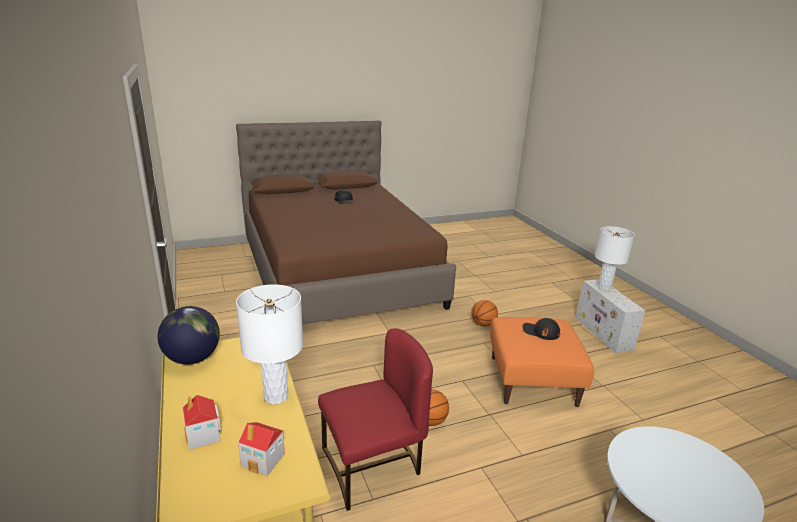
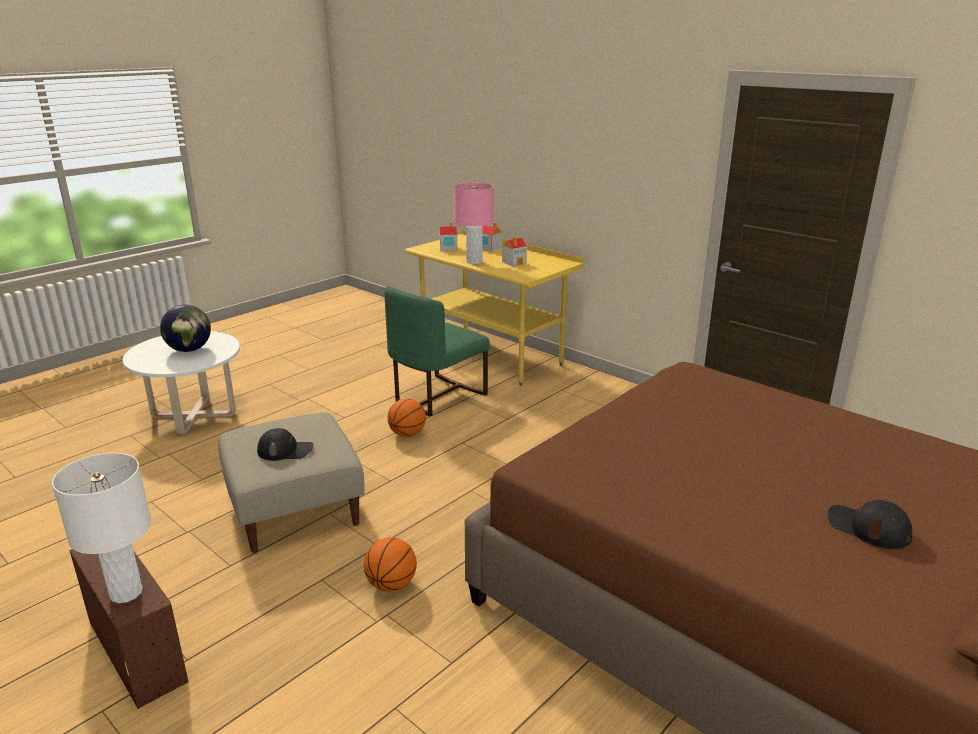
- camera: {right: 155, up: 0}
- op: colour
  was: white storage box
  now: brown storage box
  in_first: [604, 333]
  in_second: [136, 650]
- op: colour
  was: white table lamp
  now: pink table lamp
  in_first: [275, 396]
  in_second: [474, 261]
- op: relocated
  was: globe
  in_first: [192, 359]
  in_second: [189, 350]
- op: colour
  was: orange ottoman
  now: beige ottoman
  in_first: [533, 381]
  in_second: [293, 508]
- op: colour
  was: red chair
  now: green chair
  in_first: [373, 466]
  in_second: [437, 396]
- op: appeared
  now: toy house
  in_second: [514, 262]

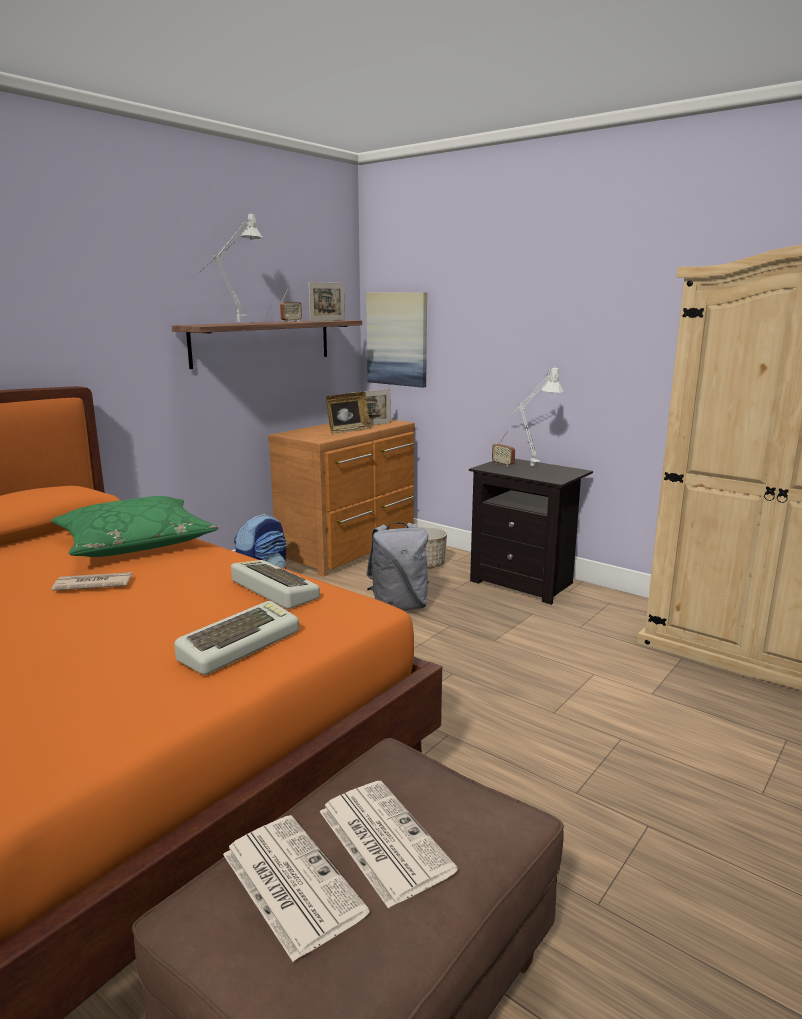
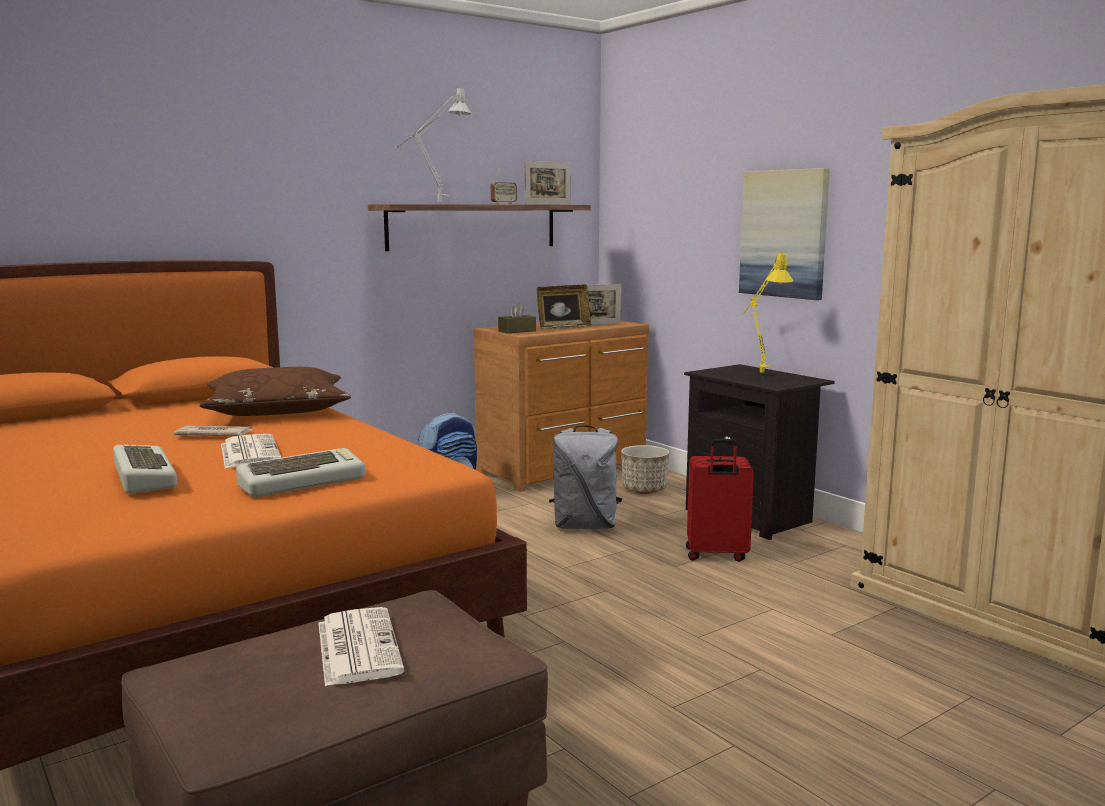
- camera: {right: 15, up: -5}
- op: relocated
  was: picture
  in_first: [397, 339]
  in_second: [784, 233]
- op: colour
  was: white table lamp
  now: yellow table lamp
  in_first: [528, 466]
  in_second: [759, 373]
- op: missing
  was: radio
  in_first: [503, 464]
- op: colour
  was: green pillow
  now: brown pillow
  in_first: [135, 543]
  in_second: [277, 410]
- op: relocated
  was: keyboard
  in_first: [271, 590]
  in_second: [141, 477]
- op: relocated
  was: newspaper
  in_first: [290, 882]
  in_second: [249, 452]
- op: appeared
  now: brown tissue box
  in_second: [517, 331]
- op: appeared
  now: red suitcase
  in_second: [716, 555]

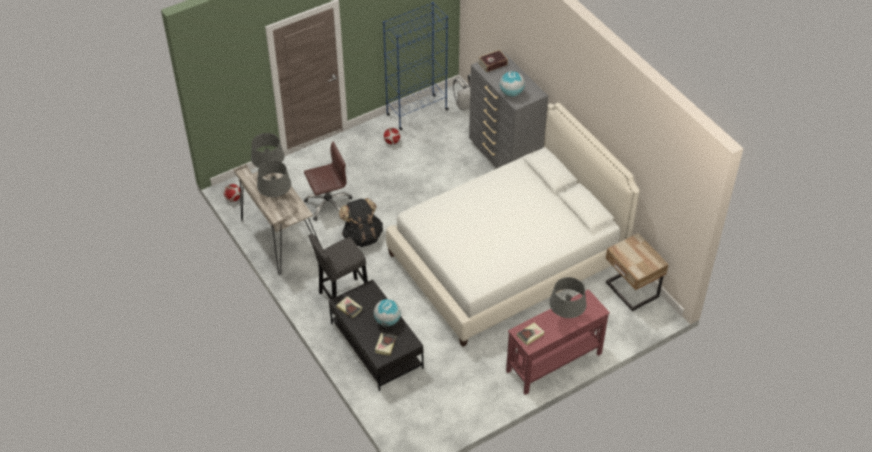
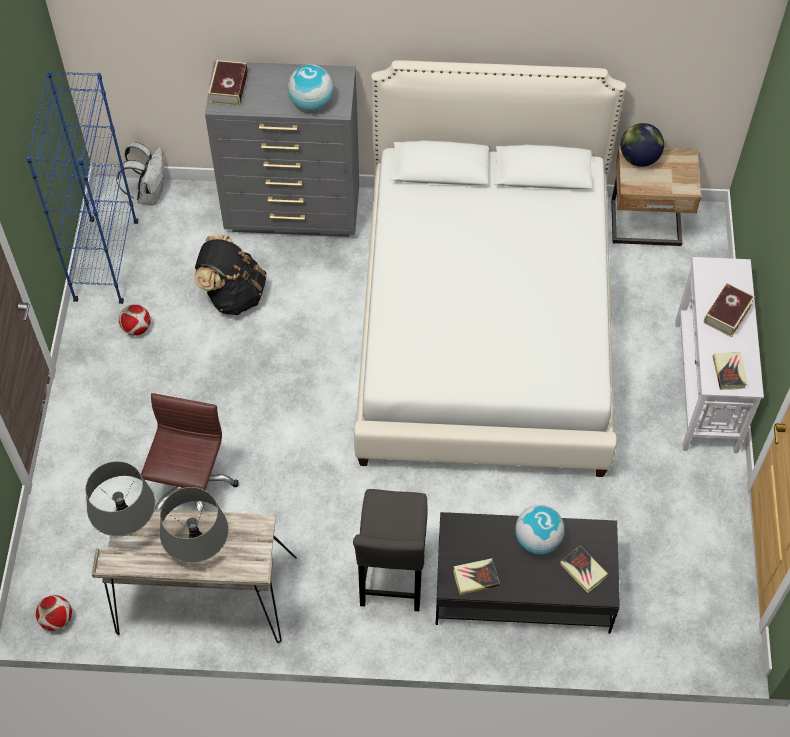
- camera: {right: -55, up: 10}
- op: relocated
  was: black backpack
  in_first: [362, 236]
  in_second: [233, 294]
- op: exchanged
  was: grey table lamp
  now: book
  in_first: [566, 318]
  in_second: [727, 313]
- op: colour
  was: red console table
  now: white console table
  in_first: [553, 362]
  in_second: [705, 385]
- op: appeared
  now: globe
  in_second: [639, 158]

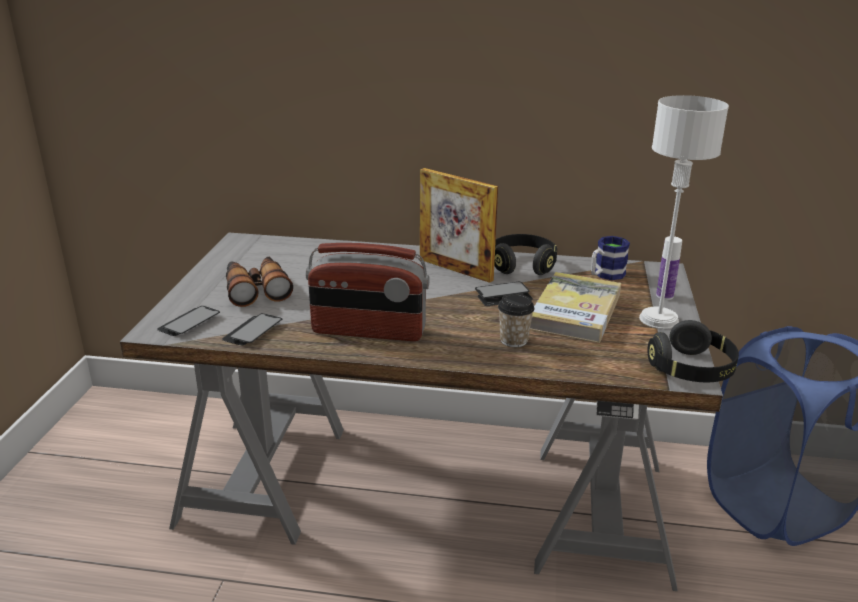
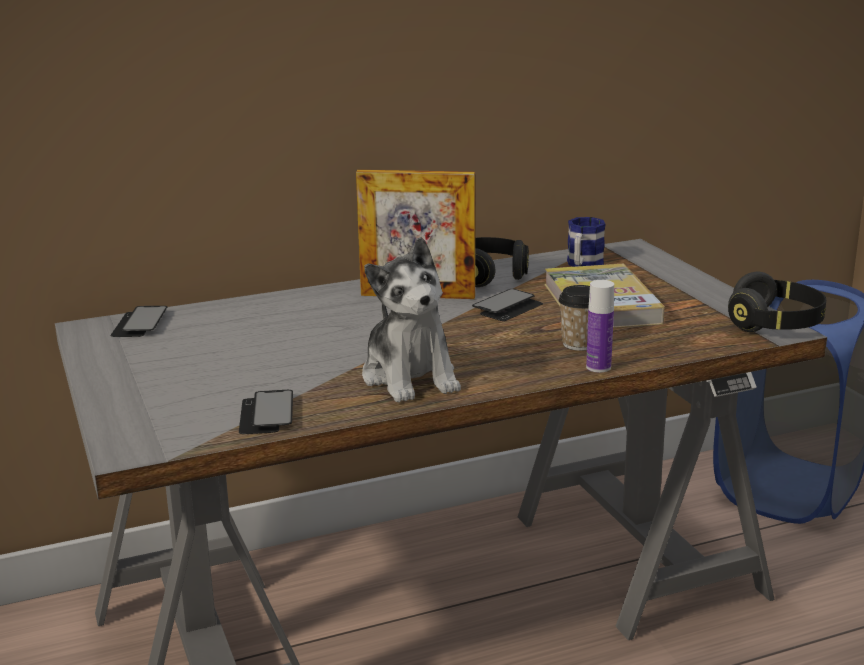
- camera: {right: -30, up: -5}
- op: missing
  was: grey table lamp
  in_first: [658, 319]
- op: relocated
  was: bottle
  in_first: [664, 296]
  in_second: [598, 367]
- op: exchanged
  was: radio
  now: plush toy
  in_first: [368, 331]
  in_second: [410, 377]
- op: missing
  was: binoculars
  in_first: [256, 289]
- op: relocated
  was: phone
  in_first: [189, 323]
  in_second: [139, 324]

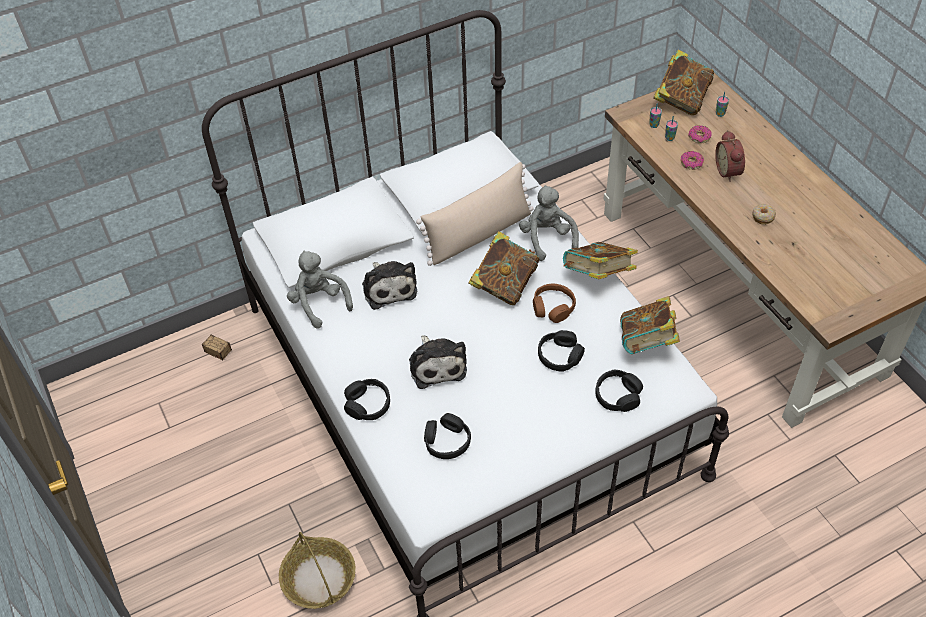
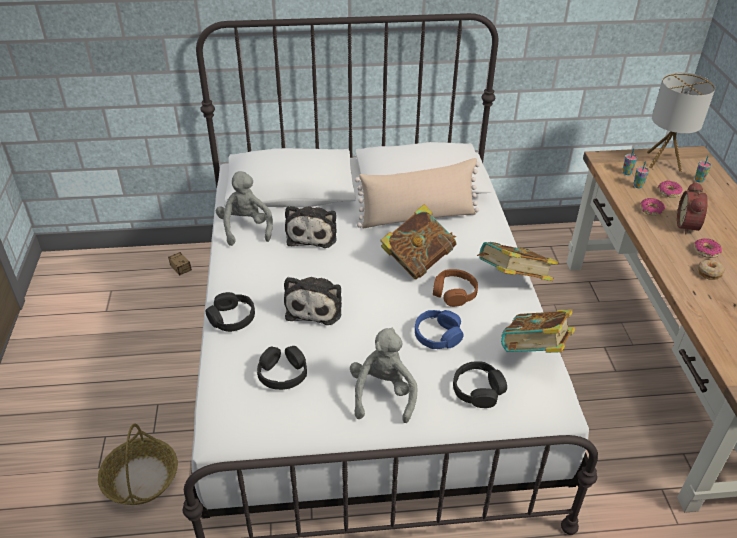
- camera: {right: 20, up: -10}
- op: exchanged
  was: book
  now: table lamp
  in_first: [681, 100]
  in_second: [663, 161]
- op: relocated
  was: grey plush toy
  in_first: [547, 239]
  in_second: [383, 394]
- op: colour
  was: black headphones
  now: blue headphones
  in_first: [560, 356]
  in_second: [437, 335]
- op: appeared
  now: donut
  in_second: [706, 251]

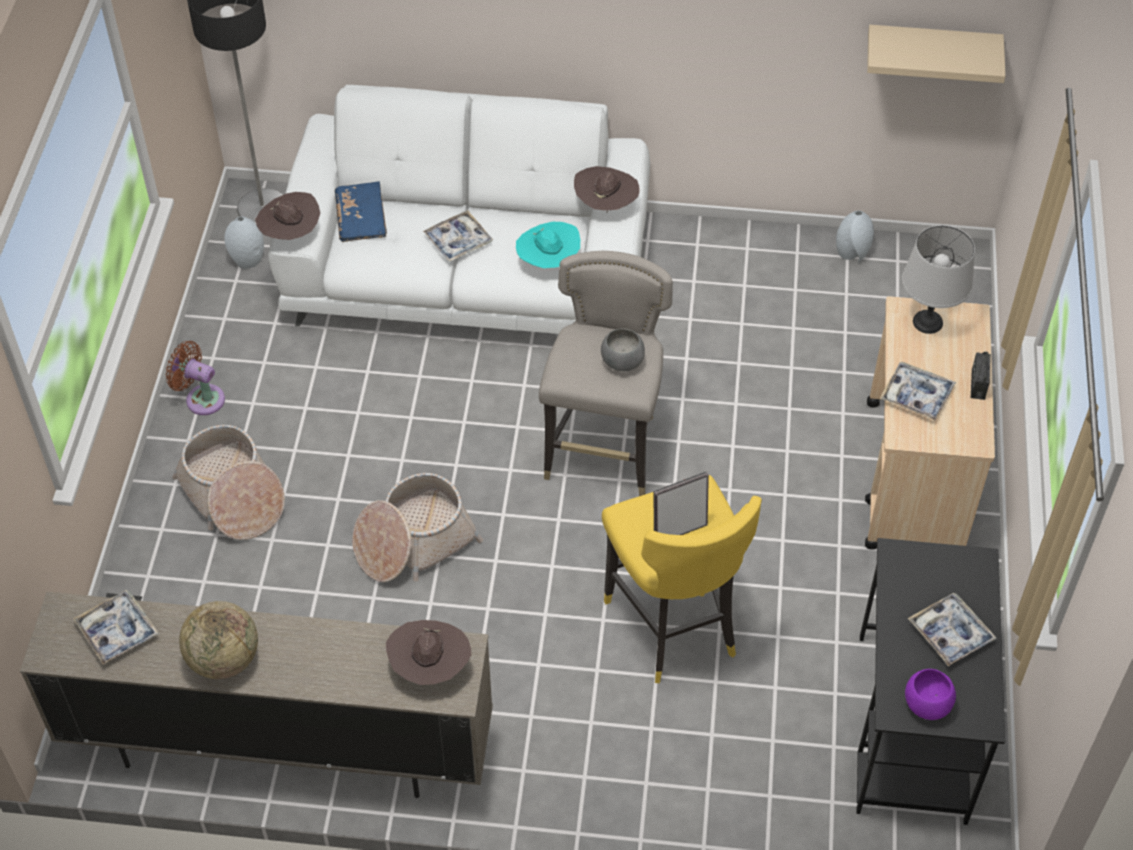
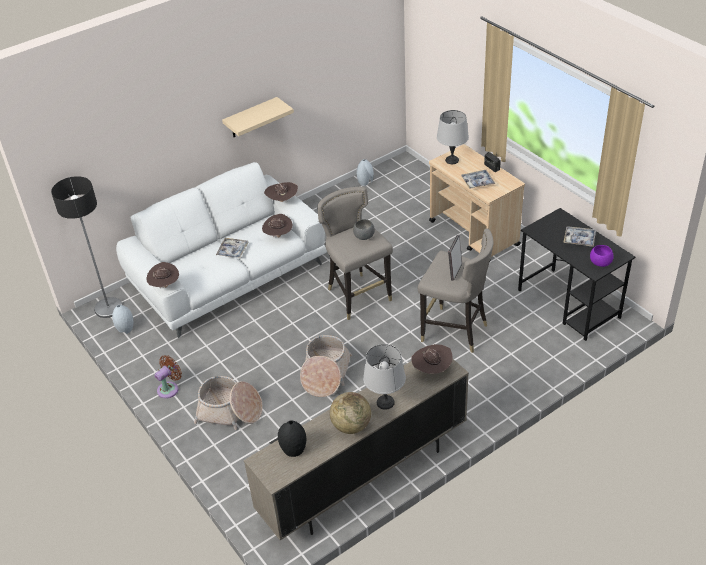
- camera: {right: -40, up: -10}
- op: relocated
  was: beige shelf
  in_first: [932, 48]
  in_second: [251, 118]
- op: missing
  was: blue book
  in_first: [361, 220]
- op: colour
  was: turquoise hat
  now: brown hat
  in_first: [548, 262]
  in_second: [278, 236]
- op: spun
  was: brown fan
  in_first: [201, 398]
  in_second: [169, 388]
  clockwise: 150
- op: colour
  was: yellow stool
  now: grey stool
  in_first: [673, 626]
  in_second: [455, 331]
- op: exchanged
  was: tray
  now: black vase
  in_first: [117, 631]
  in_second: [294, 450]
- op: appeared
  now: grey table lamp
  in_second: [385, 403]

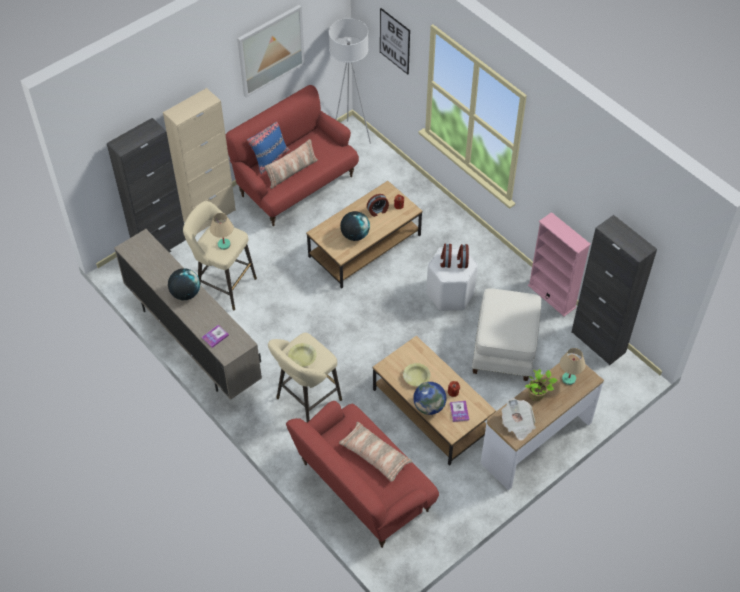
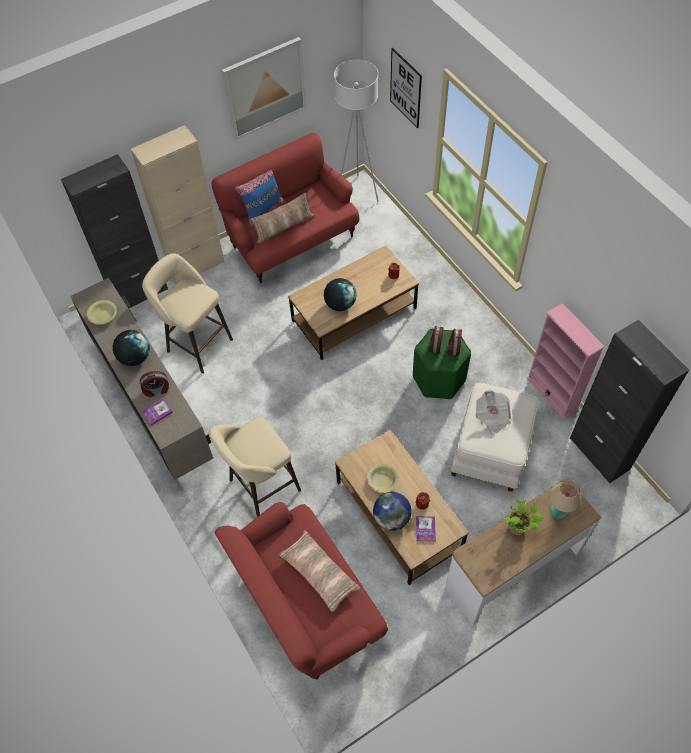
- camera: {right: 10, up: 5}
- op: relocated
  was: alarm clock
  in_first: [378, 211]
  in_second: [156, 390]
- op: missing
  was: beige table lamp
  in_first: [223, 244]
- op: colour
  was: white stool
  now: green stool
  in_first: [450, 294]
  in_second: [439, 379]
- op: relocated
  was: yellow bowl
  in_first: [302, 358]
  in_second: [103, 315]
- op: relocated
  was: newspaper
  in_first: [517, 424]
  in_second: [492, 417]

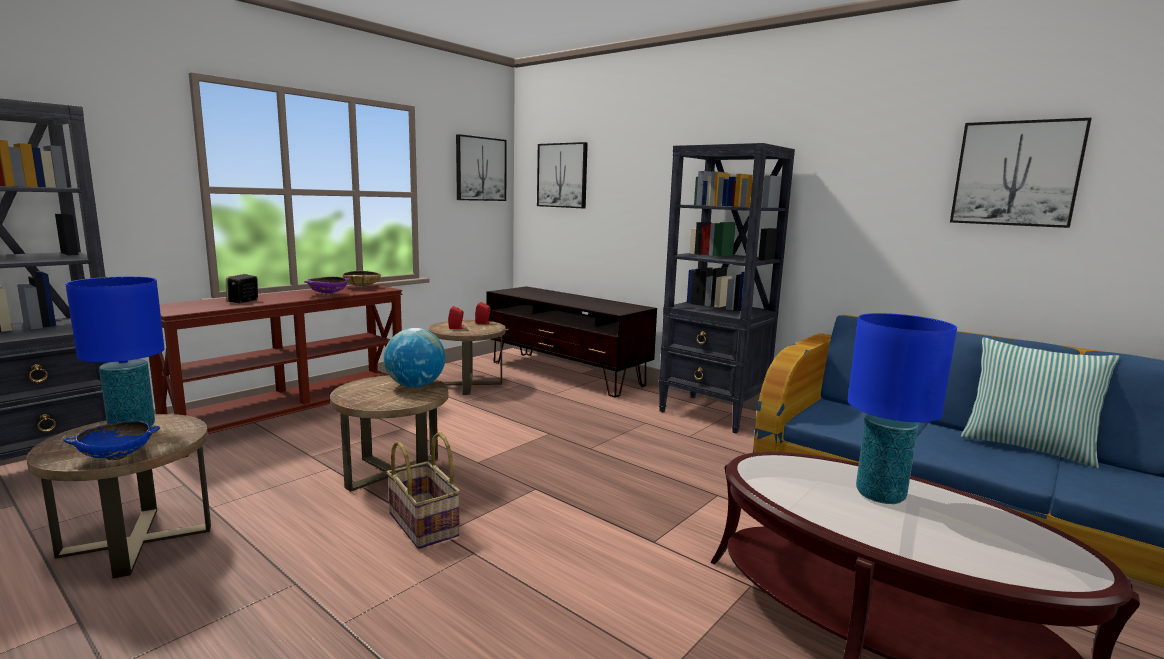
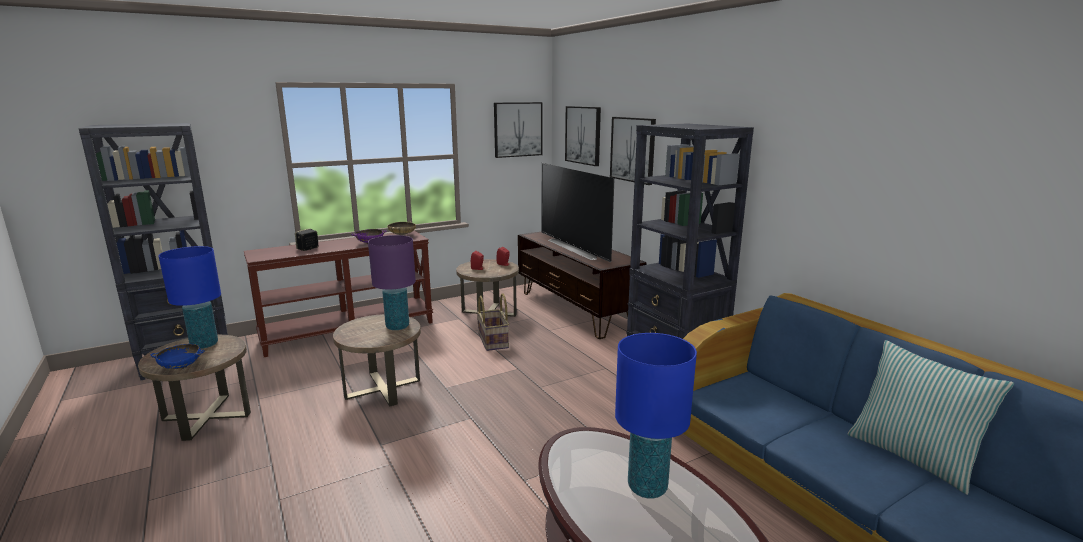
- camera: {right: 20, up: 5}
- op: relocated
  was: picture
  in_first: [1016, 173]
  in_second: [633, 149]
- op: exchanged
  was: globe
  now: purple table lamp
  in_first: [415, 386]
  in_second: [397, 326]
- op: relocated
  was: basket
  in_first: [425, 524]
  in_second: [494, 341]
- op: appeared
  now: television
  in_second: [577, 248]

